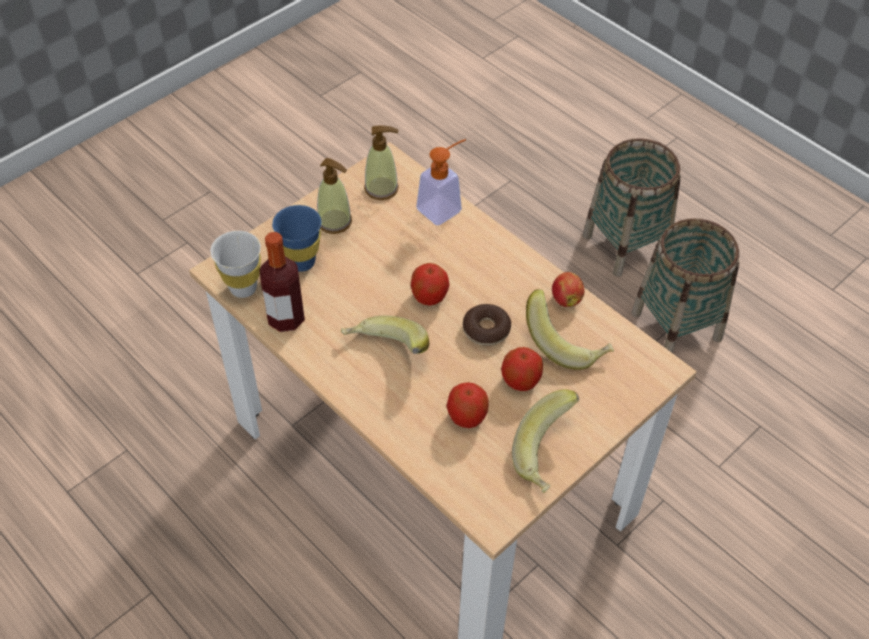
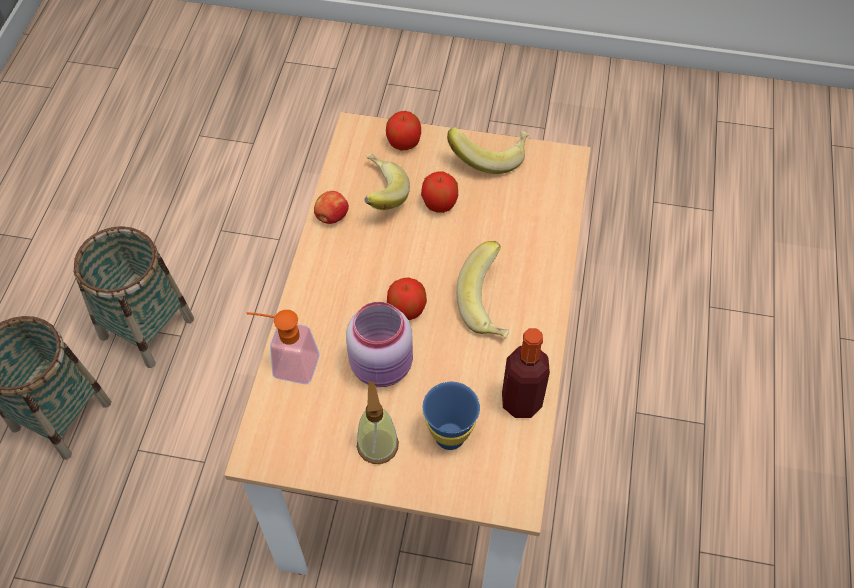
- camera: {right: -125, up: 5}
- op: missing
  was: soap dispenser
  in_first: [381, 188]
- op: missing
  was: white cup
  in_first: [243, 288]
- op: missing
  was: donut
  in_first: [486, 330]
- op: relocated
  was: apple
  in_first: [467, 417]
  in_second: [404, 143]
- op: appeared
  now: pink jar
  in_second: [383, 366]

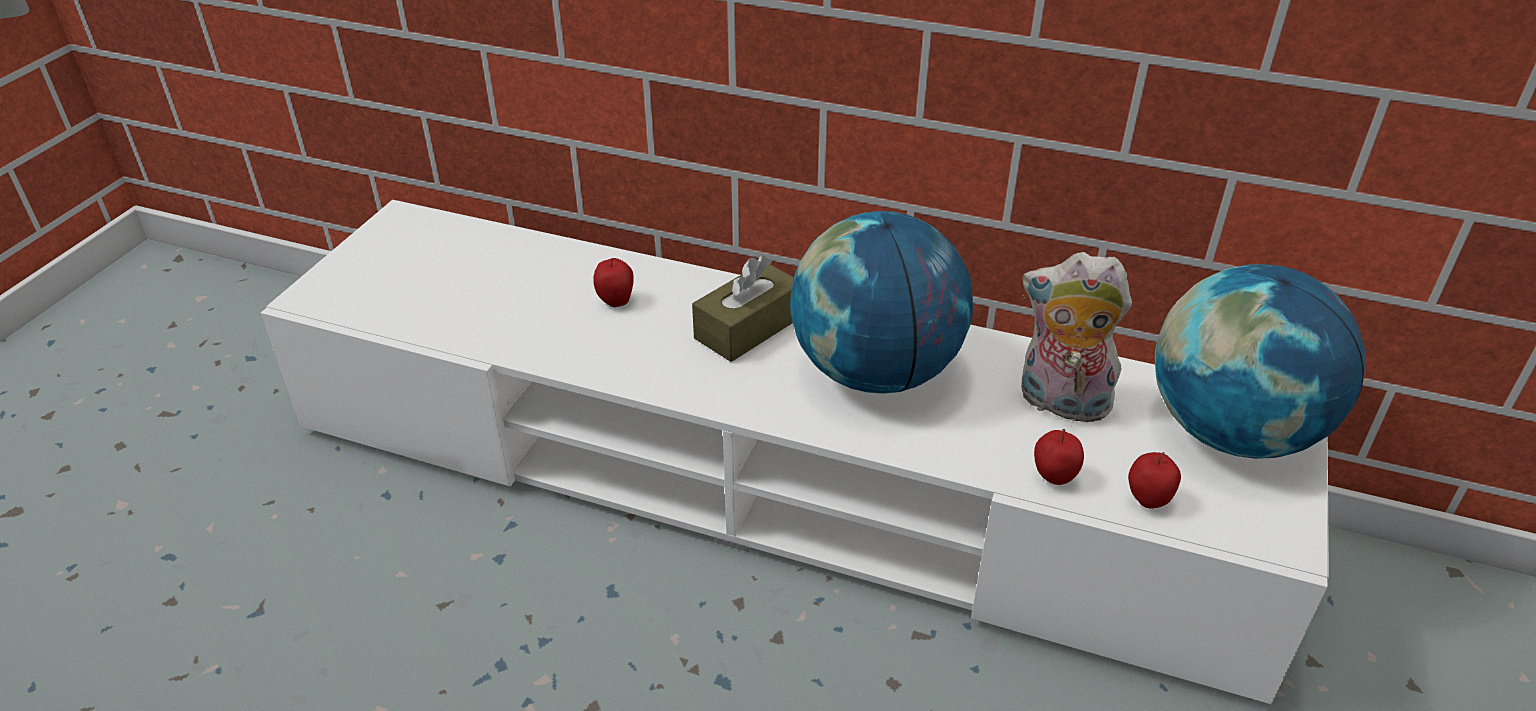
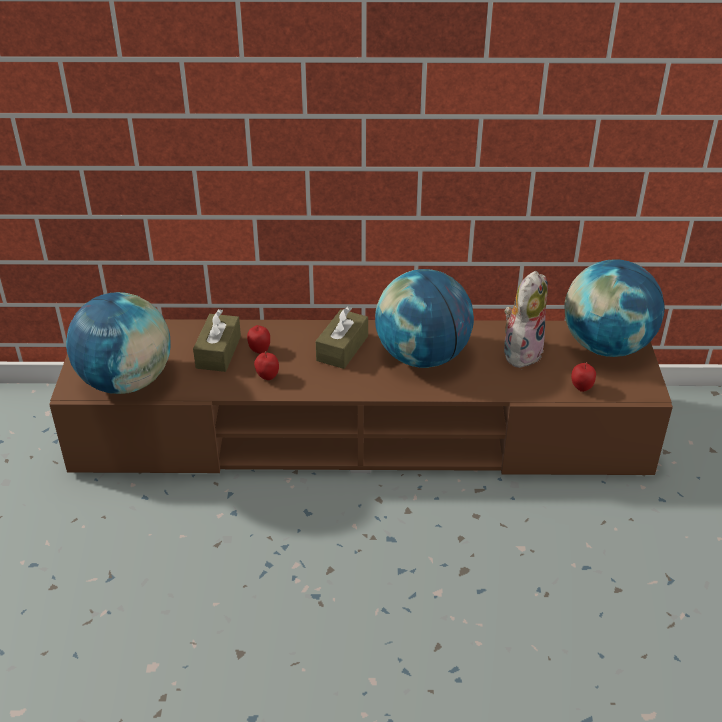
- camera: {right: -20, up: 0}
- op: colour
  was: white tv stand
  now: brown tv stand
  in_first: [770, 479]
  in_second: [362, 432]
- op: spun
  was: plush toy
  in_first: [1060, 403]
  in_second: [521, 351]
  clockwise: 120
- op: relocated
  was: apple
  in_first: [1053, 478]
  in_second: [267, 377]
- op: appeared
  now: globe
  in_second: [126, 381]
- op: appeared
  now: brown tissue box
  in_second: [218, 352]

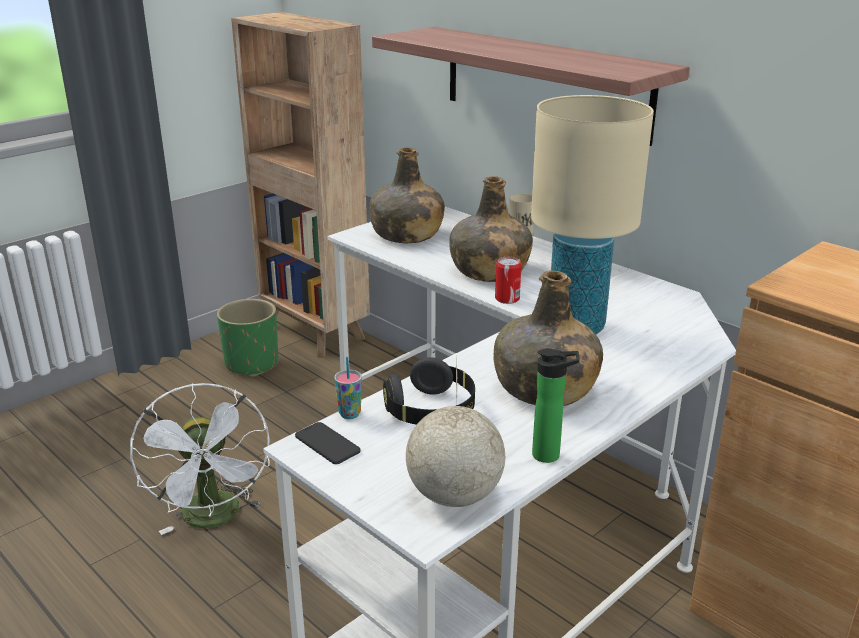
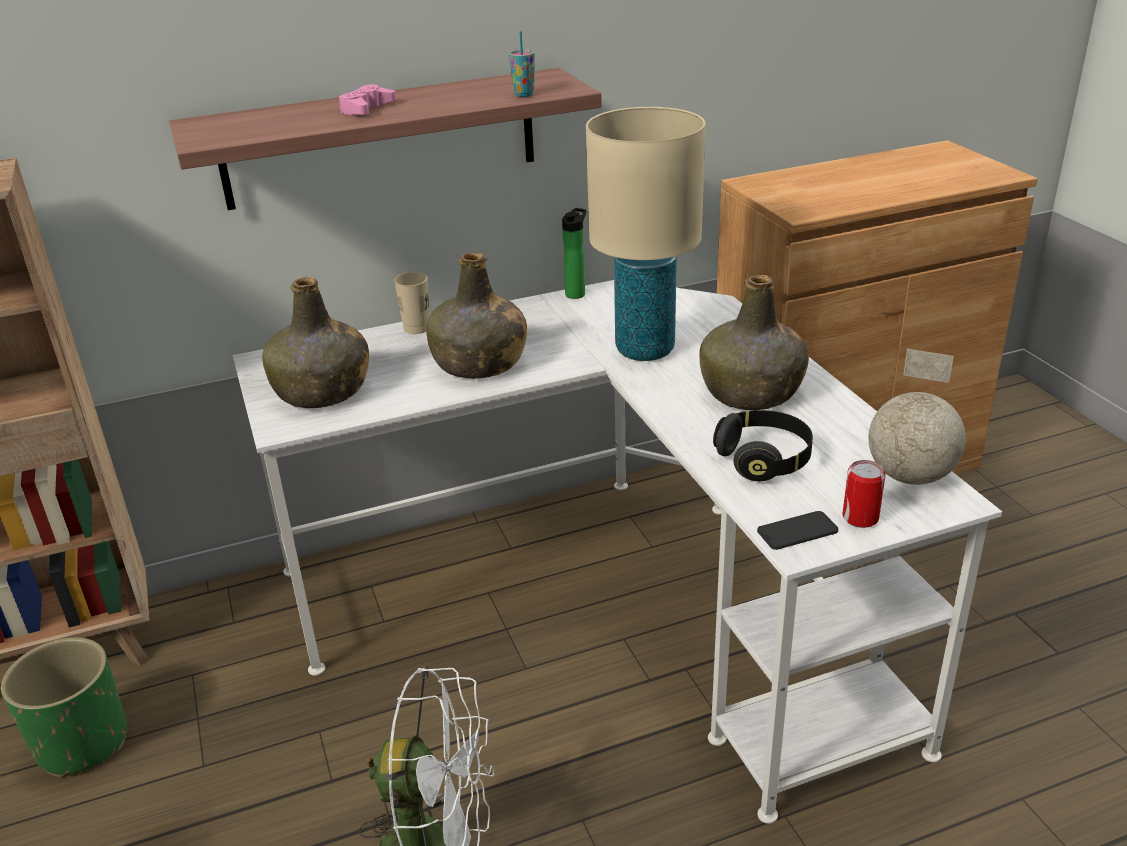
- camera: {right: -65, up: 5}
- op: relocated
  was: can
  in_first: [507, 298]
  in_second: [860, 518]
- op: relocated
  was: bottle
  in_first: [550, 455]
  in_second: [576, 293]
- op: relocated
  was: cup
  in_first: [349, 414]
  in_second: [524, 94]
- op: appeared
  now: pink game controller
  in_second: [367, 109]

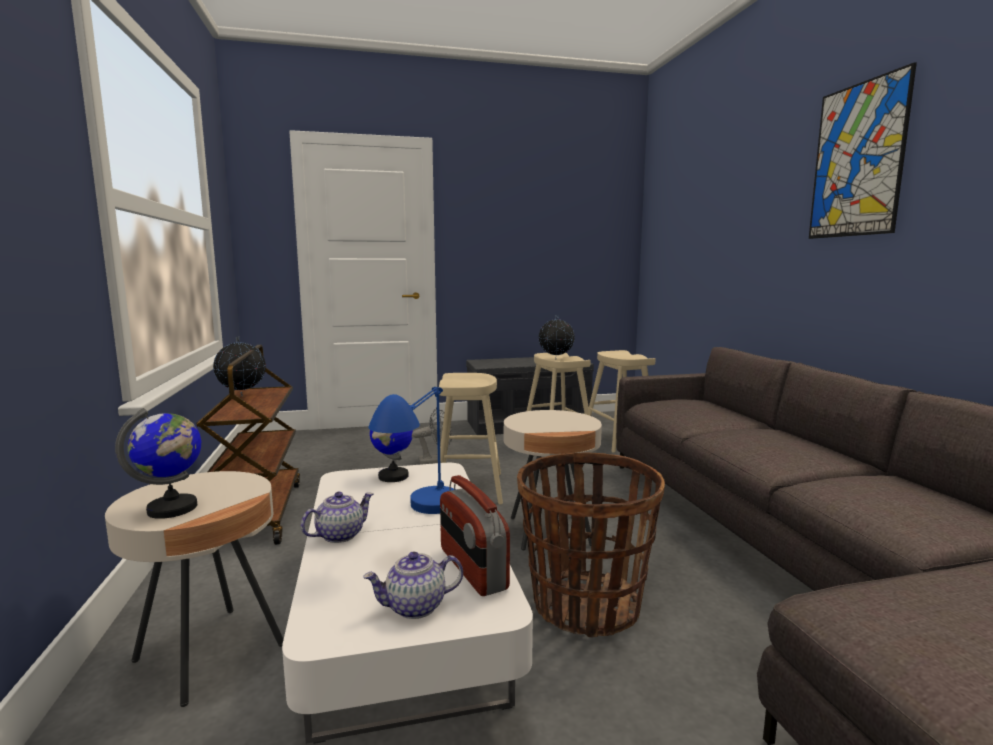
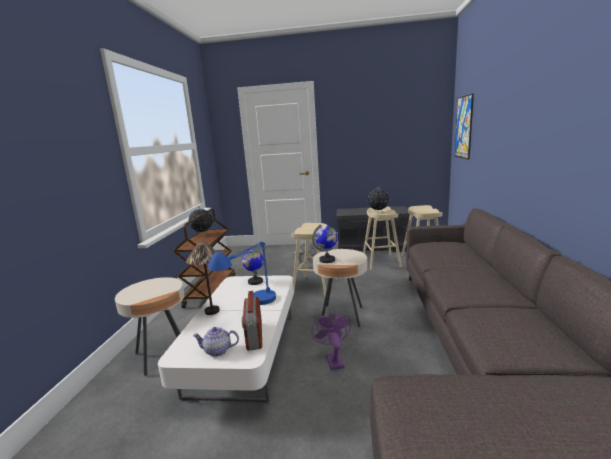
- camera: {right: 20, up: 5}
- op: relocated
  was: picture
  in_first: [857, 160]
  in_second: [464, 127]
- op: relocated
  was: globe
  in_first: [173, 509]
  in_second: [327, 260]
- op: exchanged
  was: basket
  now: purple fan
  in_first: [585, 605]
  in_second: [333, 359]
- op: exchanged
  was: teapot
  now: table lamp
  in_first: [340, 535]
  in_second: [212, 311]

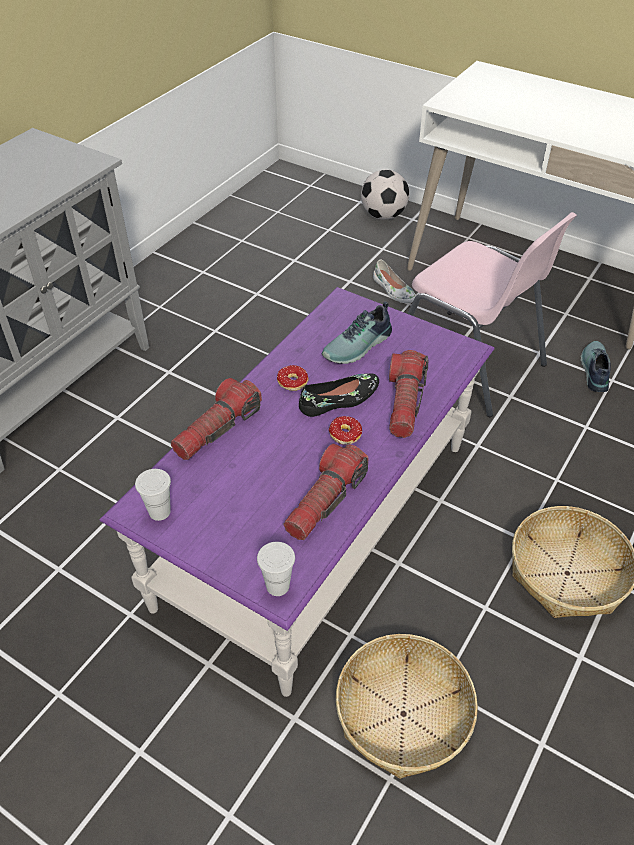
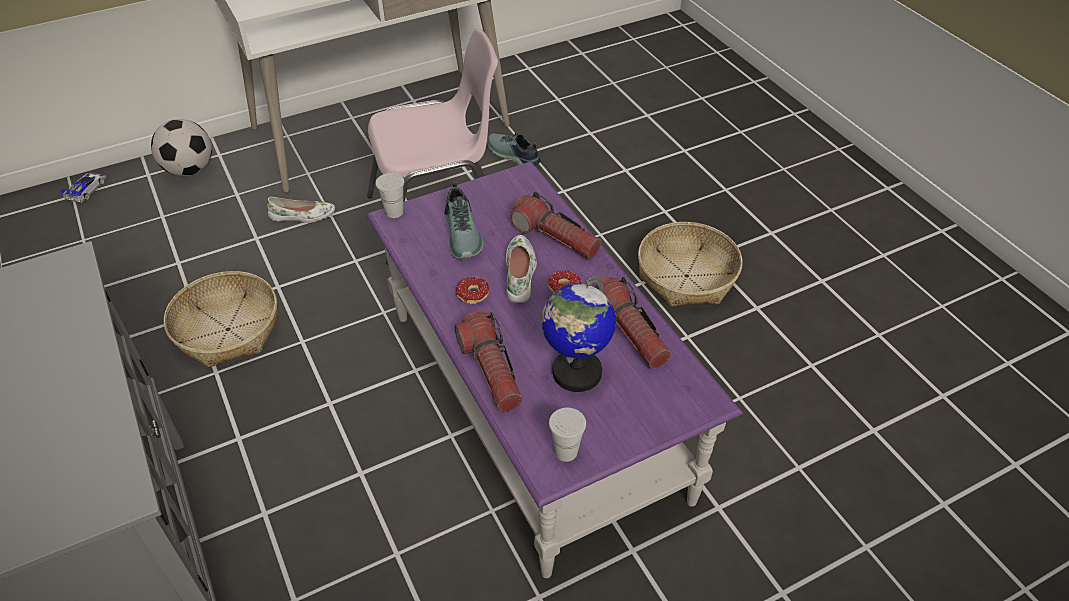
- camera: {right: -60, up: 0}
- op: colour
  was: black shoe
  now: white shoe
  in_first: [340, 400]
  in_second: [520, 274]
- op: relocated
  was: white cup
  in_first: [277, 586]
  in_second: [394, 212]
- op: relocated
  was: basket
  in_first: [404, 713]
  in_second: [228, 329]
- op: appeared
  now: toy car
  in_second: [87, 189]
- op: appeared
  now: globe
  in_second: [576, 372]

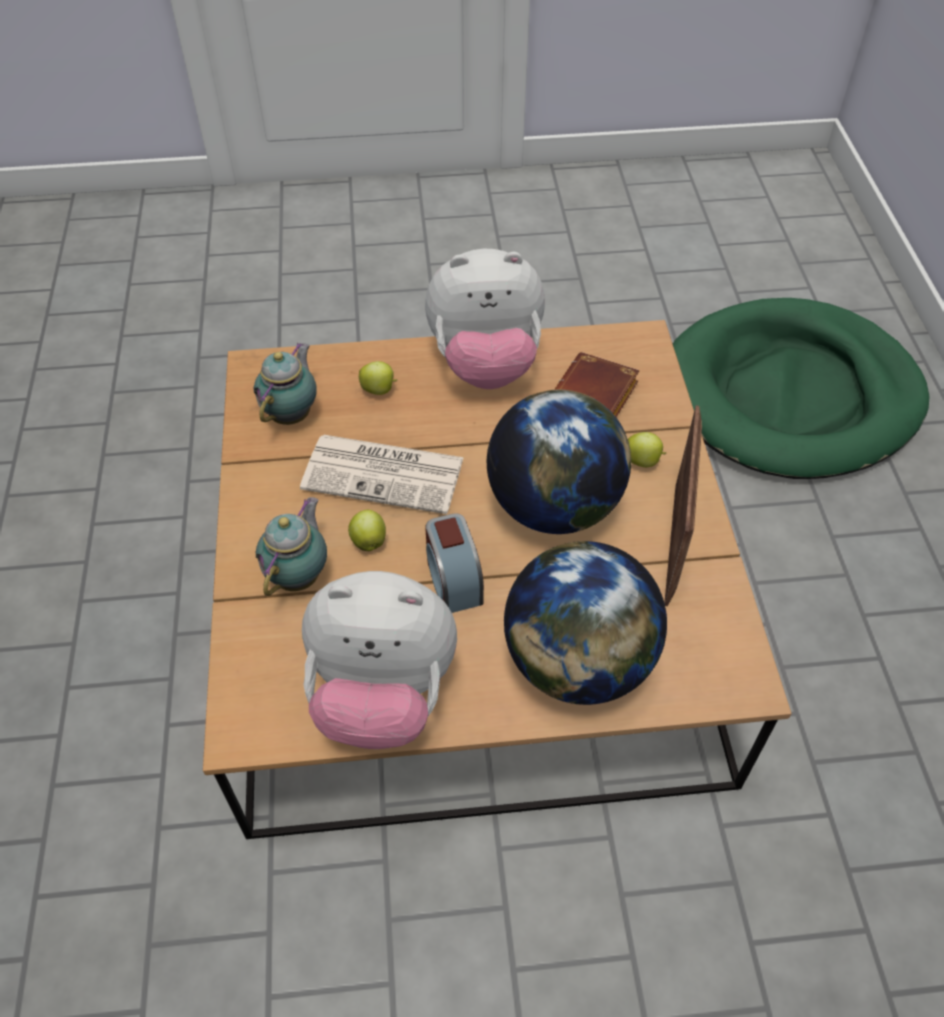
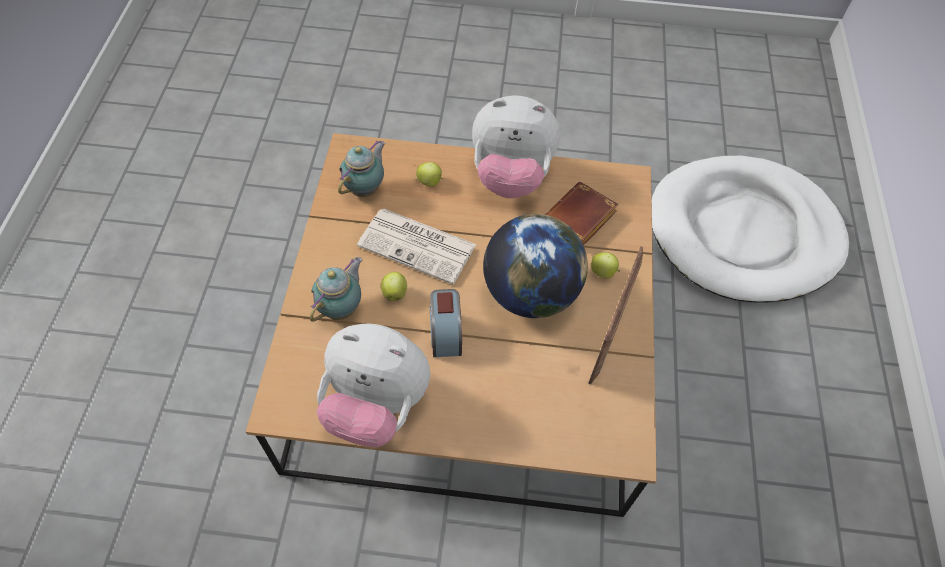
- camera: {right: 10, up: 5}
- op: colour
  was: green dog bed
  now: white dog bed
  in_first: [791, 395]
  in_second: [743, 233]
- op: missing
  was: globe
  in_first: [578, 662]

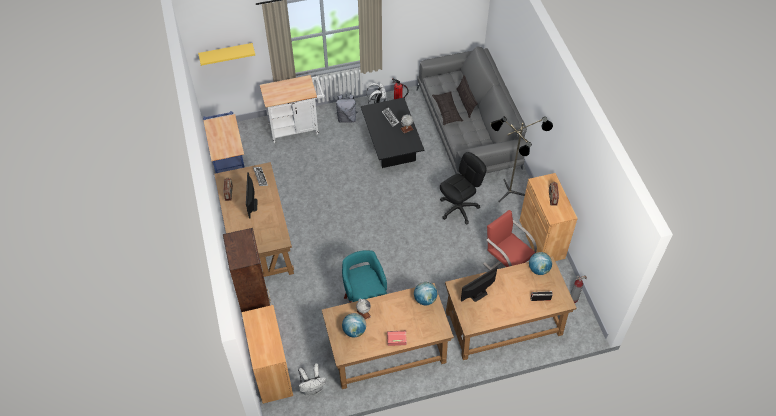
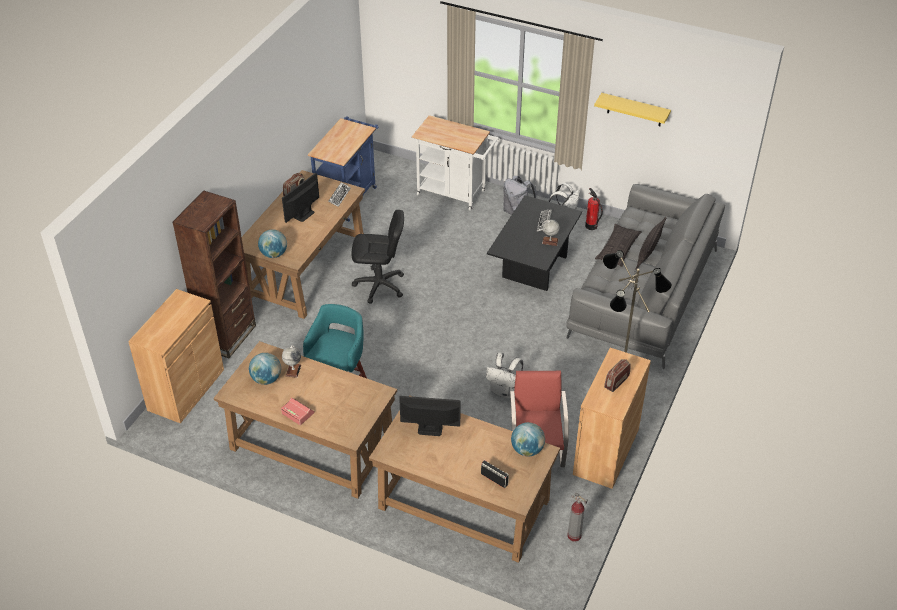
- camera: {right: 40, up: -10}
- op: relocated
  was: yellow shelf
  in_first: [226, 53]
  in_second: [634, 110]
- op: relocated
  was: black office chair
  in_first: [459, 208]
  in_second: [379, 286]
- op: relocated
  was: globe
  in_first: [425, 299]
  in_second: [274, 254]
- op: relocated
  was: white backpack
  in_first: [312, 388]
  in_second: [504, 391]

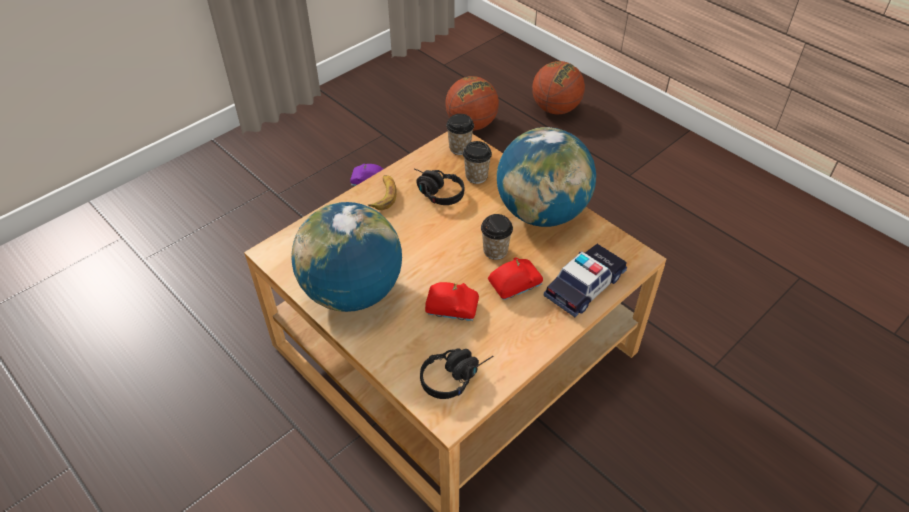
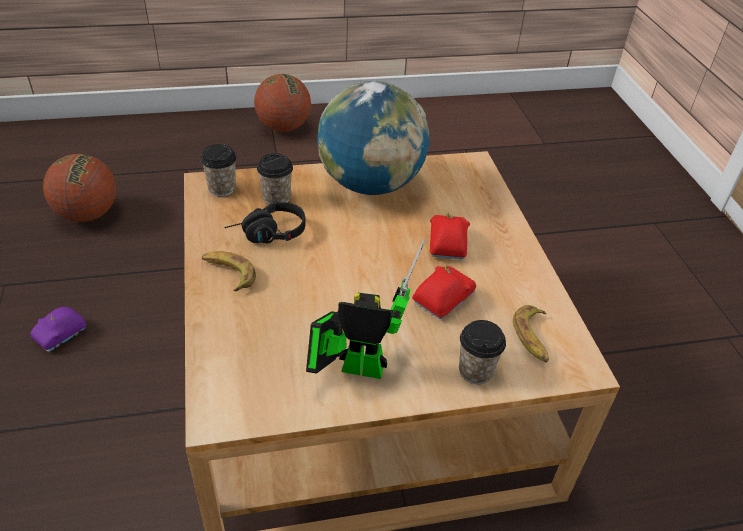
- camera: {right: -60, up: -5}
- op: relocated
  was: basketball
  in_first: [555, 109]
  in_second: [283, 127]
- op: exchanged
  was: globe
  now: toy robot
  in_first: [353, 292]
  in_second: [355, 366]
- op: relocated
  was: cup
  in_first: [495, 251]
  in_second: [475, 371]
- op: missing
  was: toy car
  in_first: [584, 286]
- op: exchanged
  was: black headphones
  now: banana
  in_first: [456, 375]
  in_second: [533, 338]

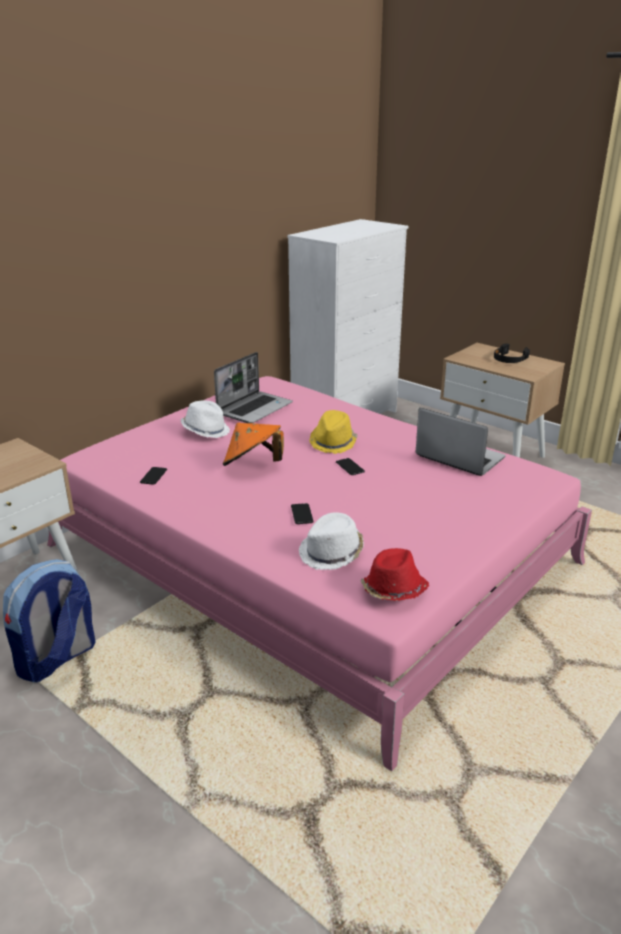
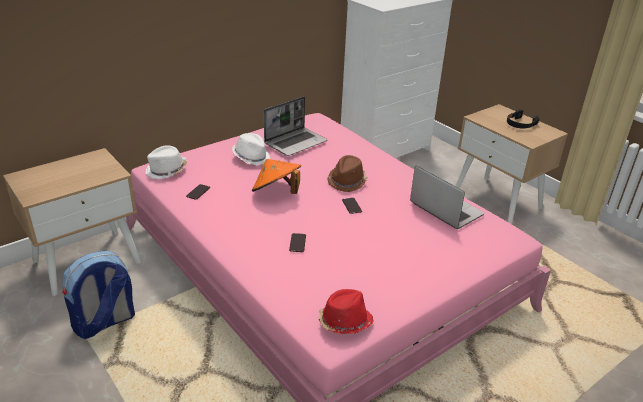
- camera: {right: 10, up: 5}
- op: colour
  was: yellow hat
  now: brown hat
  in_first: [333, 442]
  in_second: [347, 181]
- op: relocated
  was: white hat
  in_first: [332, 553]
  in_second: [166, 171]

